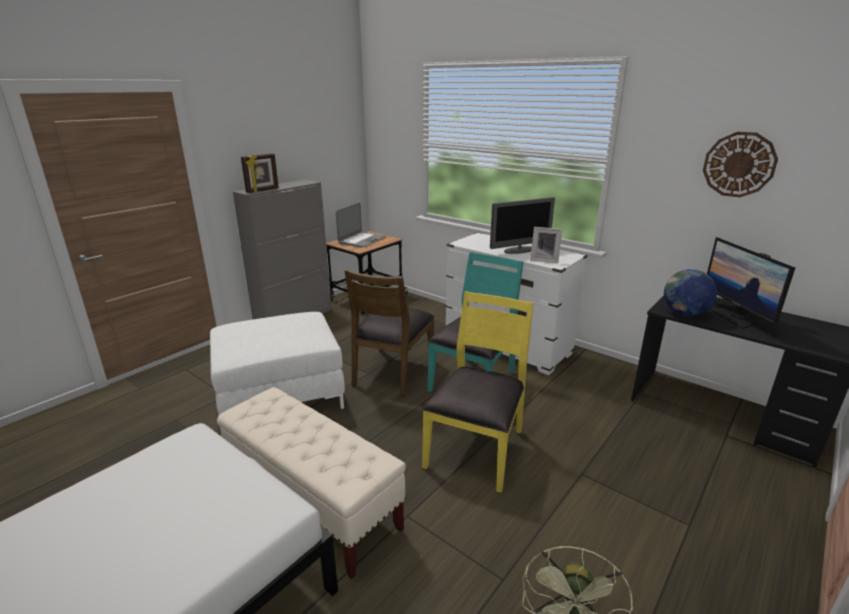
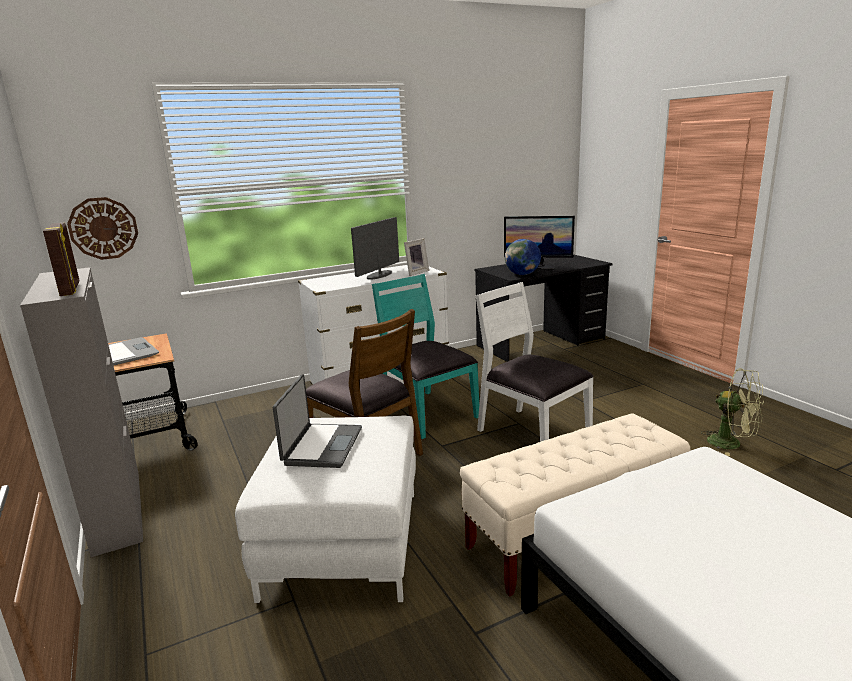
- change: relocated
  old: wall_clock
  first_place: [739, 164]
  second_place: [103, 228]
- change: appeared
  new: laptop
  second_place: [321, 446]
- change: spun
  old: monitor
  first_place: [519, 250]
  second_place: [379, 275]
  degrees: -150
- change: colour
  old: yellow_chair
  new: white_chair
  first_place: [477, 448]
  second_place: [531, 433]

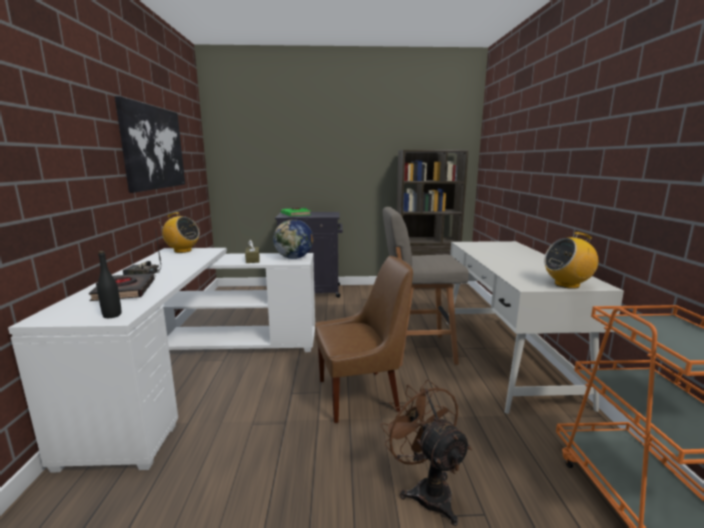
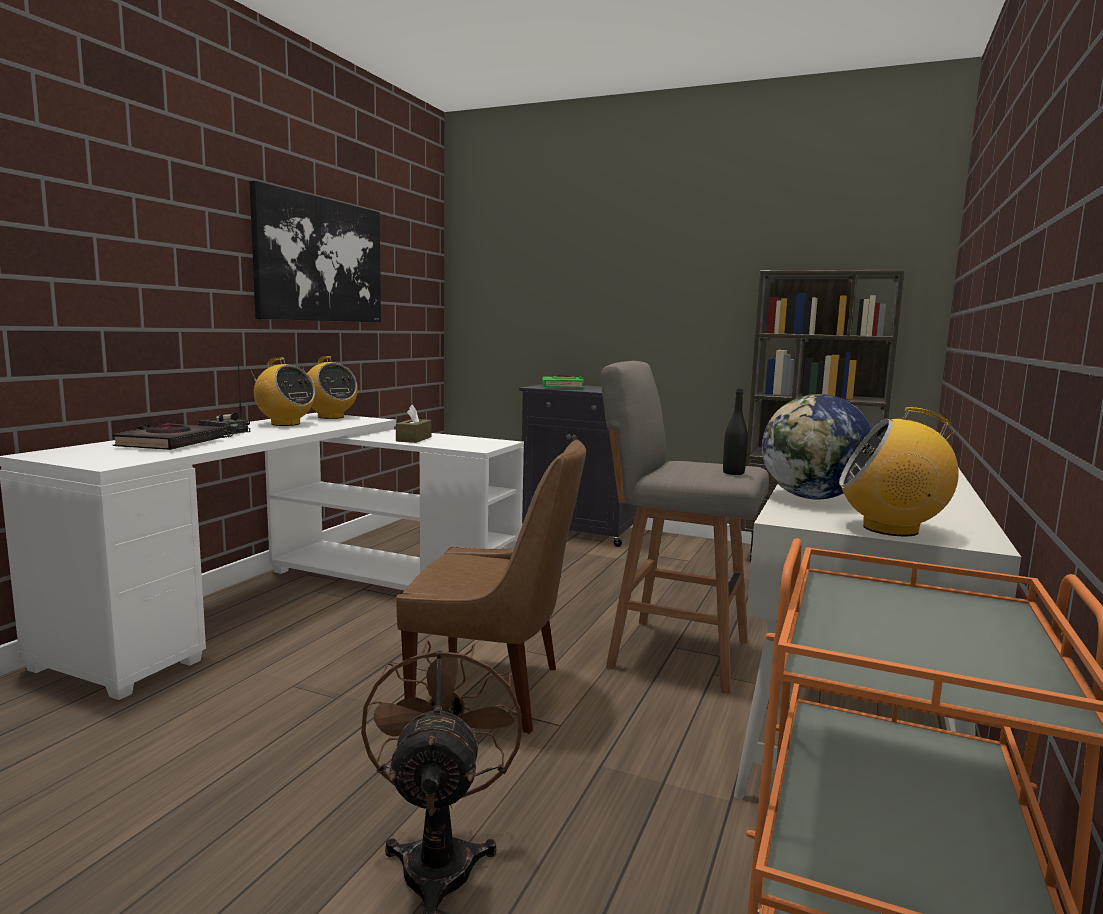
- change: appeared
  new: radio
  second_place: [285, 424]
- change: relocated
  old: black_bottle
  first_place: [112, 315]
  second_place: [733, 473]
- change: relocated
  old: globe
  first_place: [294, 258]
  second_place: [812, 498]

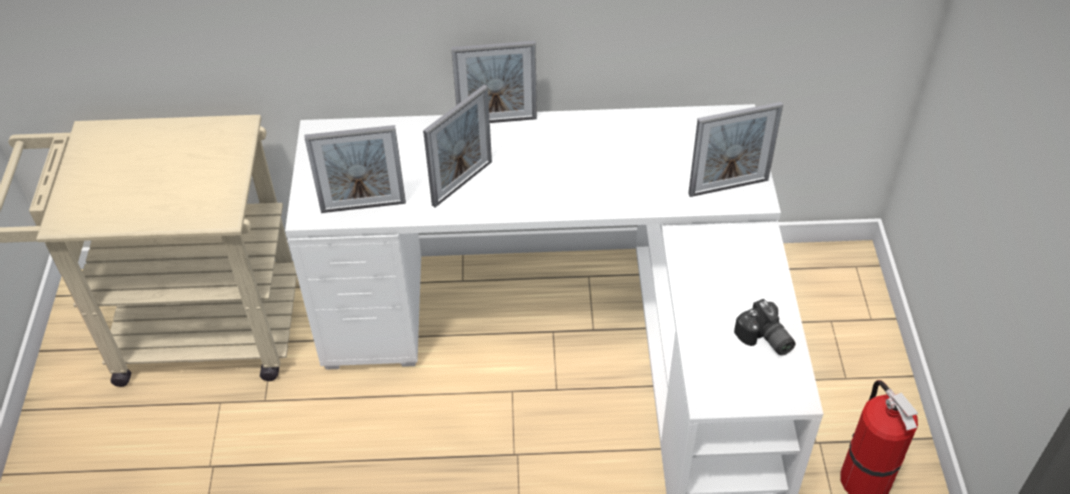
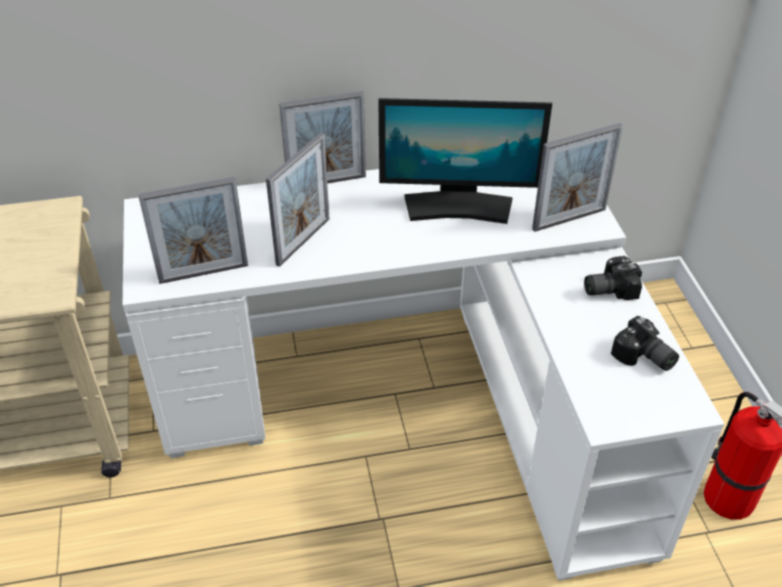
- change: appeared
  new: monitor
  second_place: [458, 207]
- change: appeared
  new: photo_camera
  second_place: [608, 288]

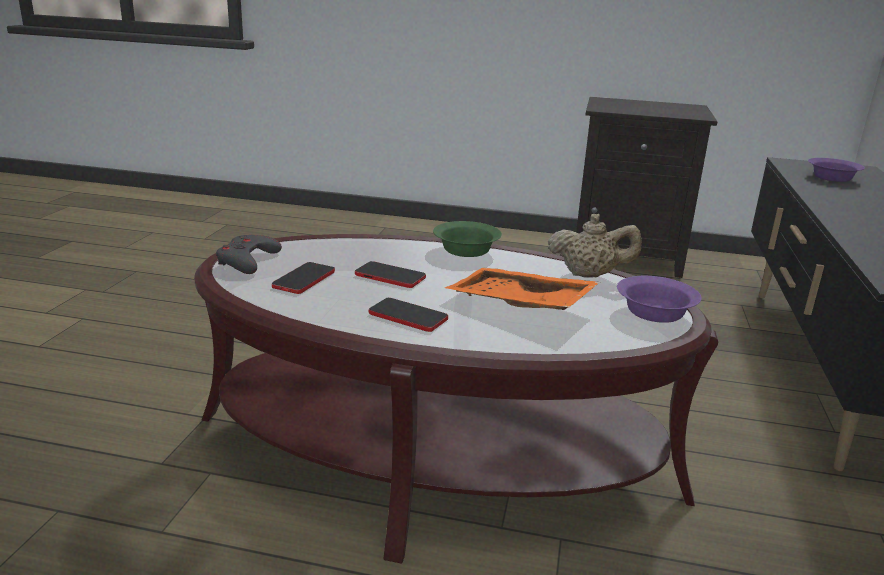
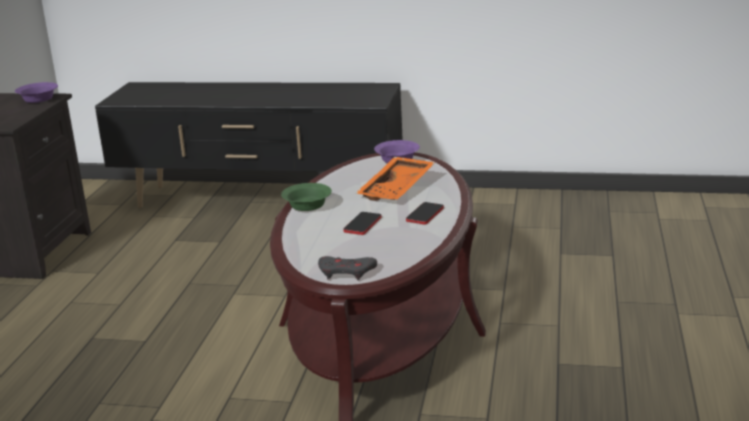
- change: relocated
  old: purple_bowl
  first_place: [830, 178]
  second_place: [38, 100]
- change: missing
  old: phone
  first_place: [304, 279]
- change: missing
  old: beige_teapot
  first_place: [590, 275]

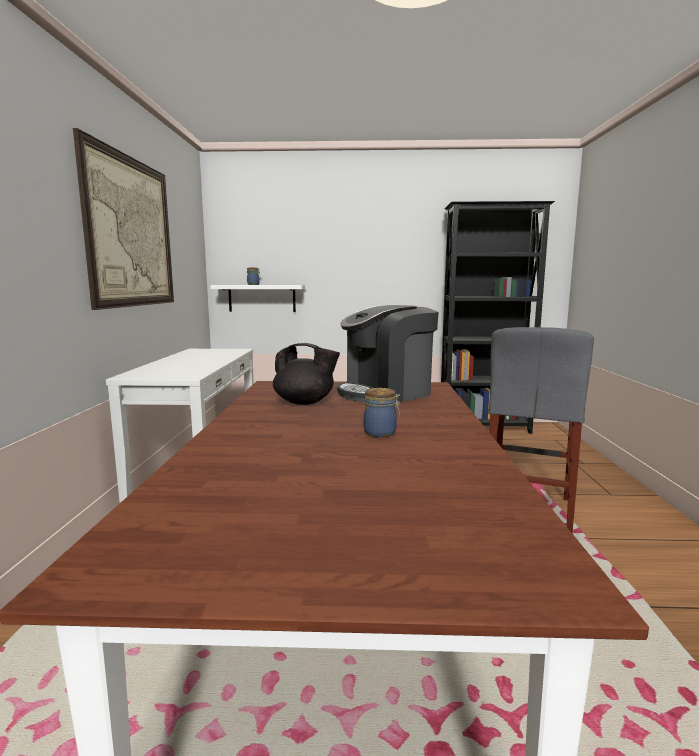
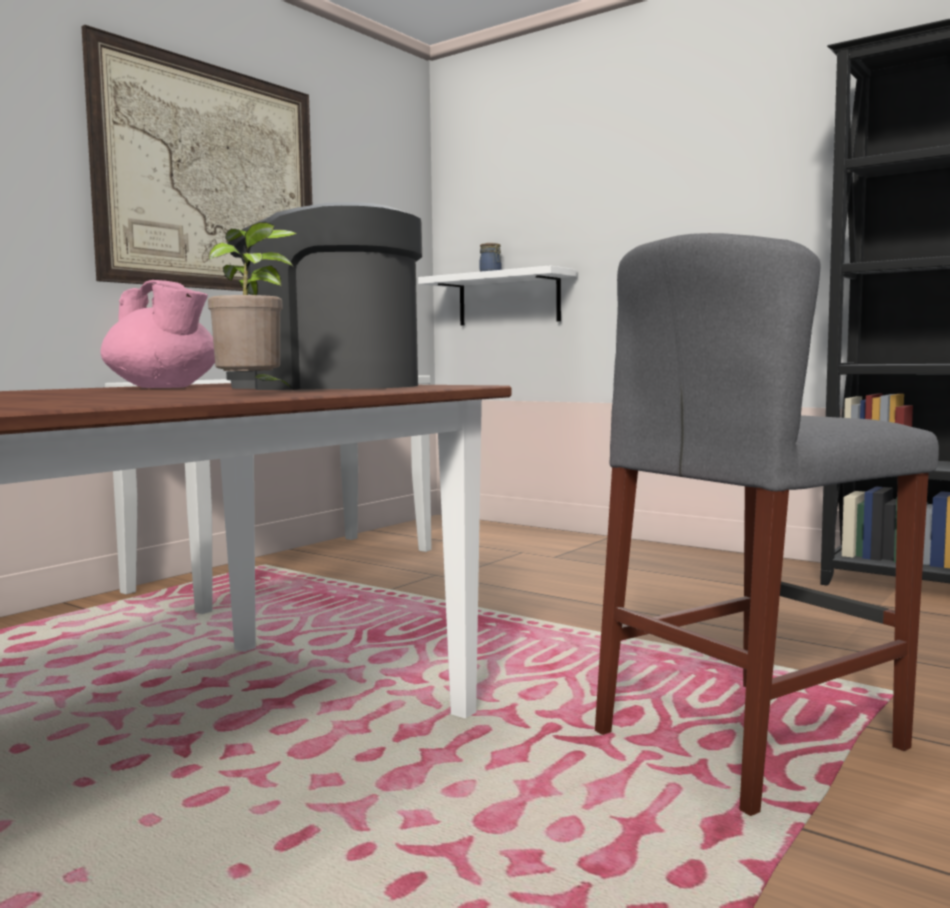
- change: colour
  old: black_teapot
  new: pink_teapot
  first_place: [305, 402]
  second_place: [163, 388]
- change: appeared
  new: potted_plant
  second_place: [254, 394]
- change: missing
  old: jar
  first_place: [381, 433]

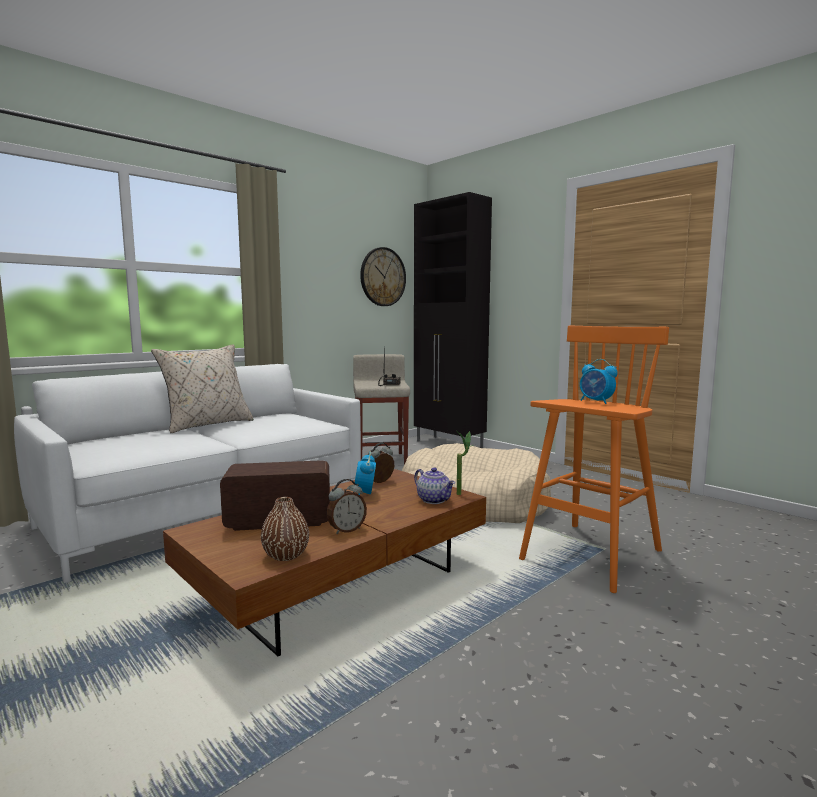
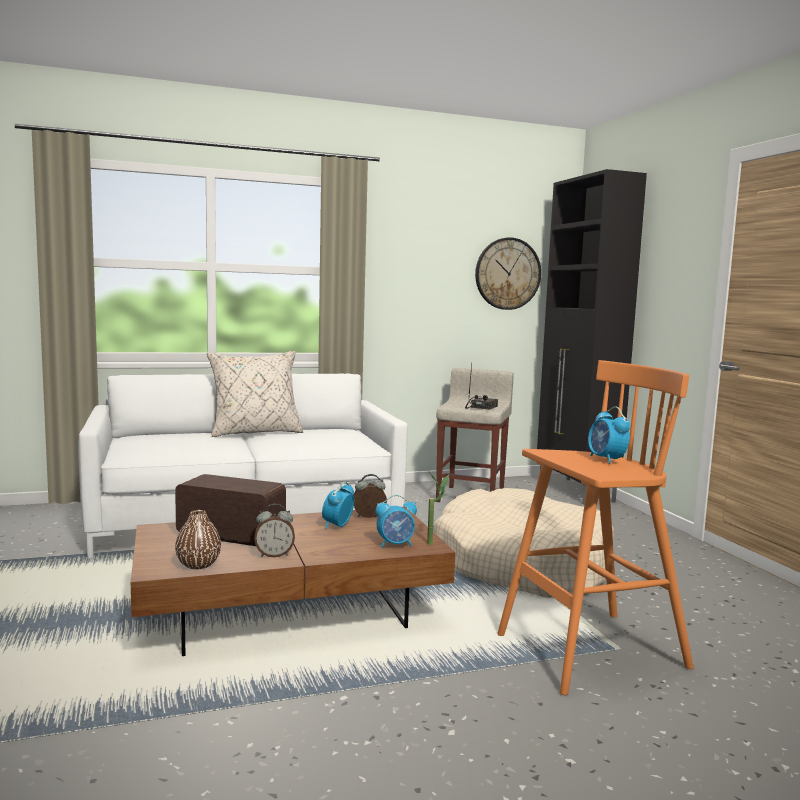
- change: exchanged
  old: teapot
  new: alarm_clock
  first_place: [434, 500]
  second_place: [395, 545]

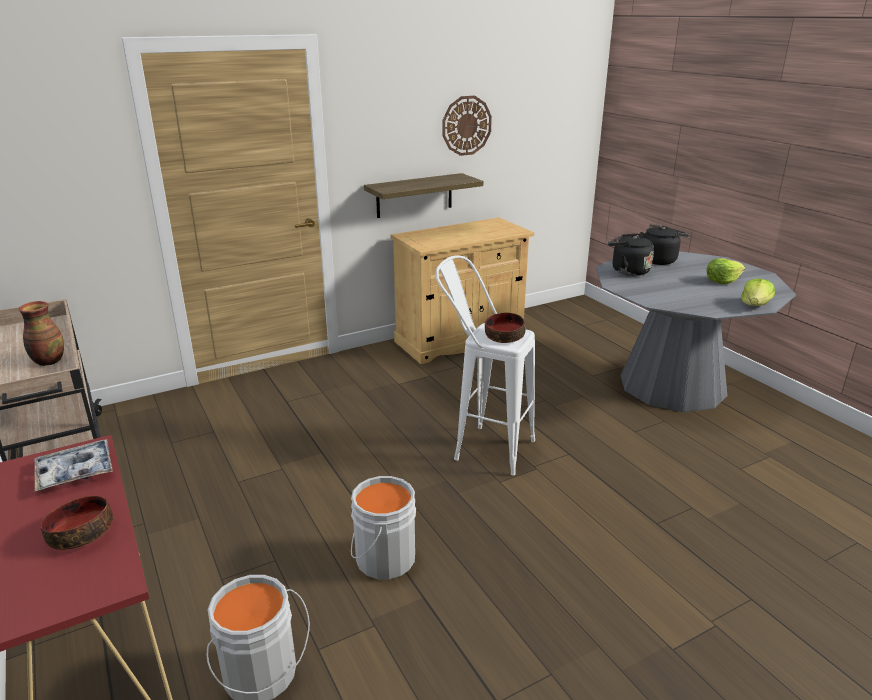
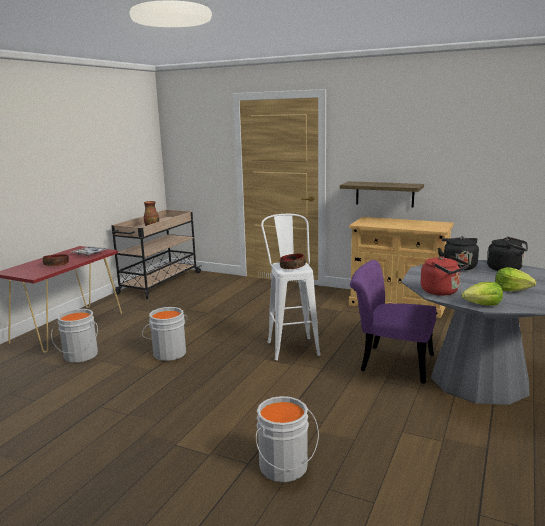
- change: appeared
  new: grey_bucket
  second_place: [285, 468]
- change: appeared
  new: purple_chair
  second_place: [390, 362]
- change: appeared
  new: red_kettle
  second_place: [442, 292]
- change: missing
  old: wall_clock
  first_place: [466, 125]

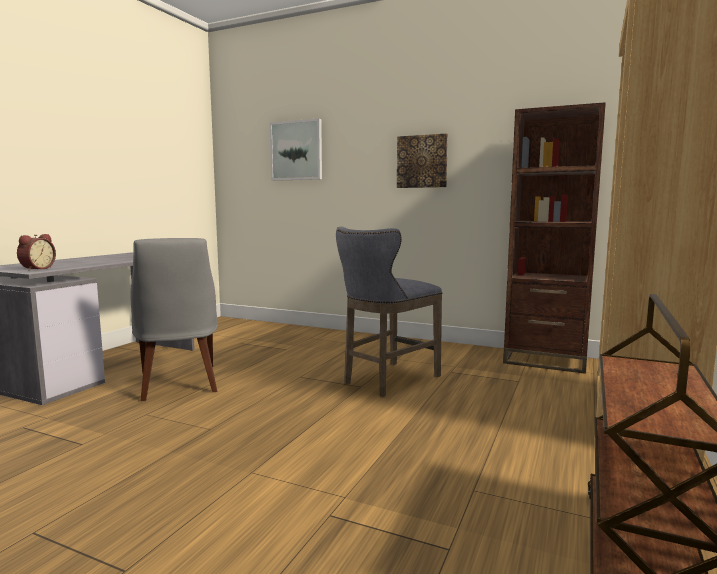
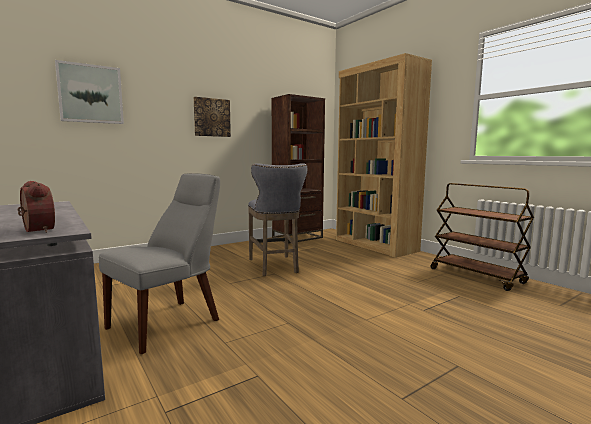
- change: spun
  old: grey_chair
  first_place: [178, 384]
  second_place: [169, 322]
  degrees: -60

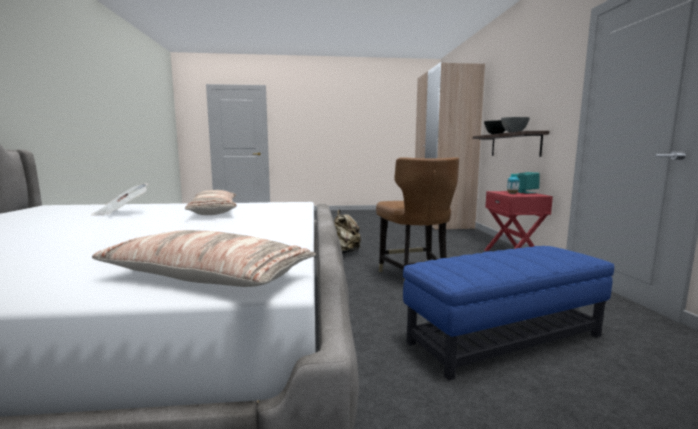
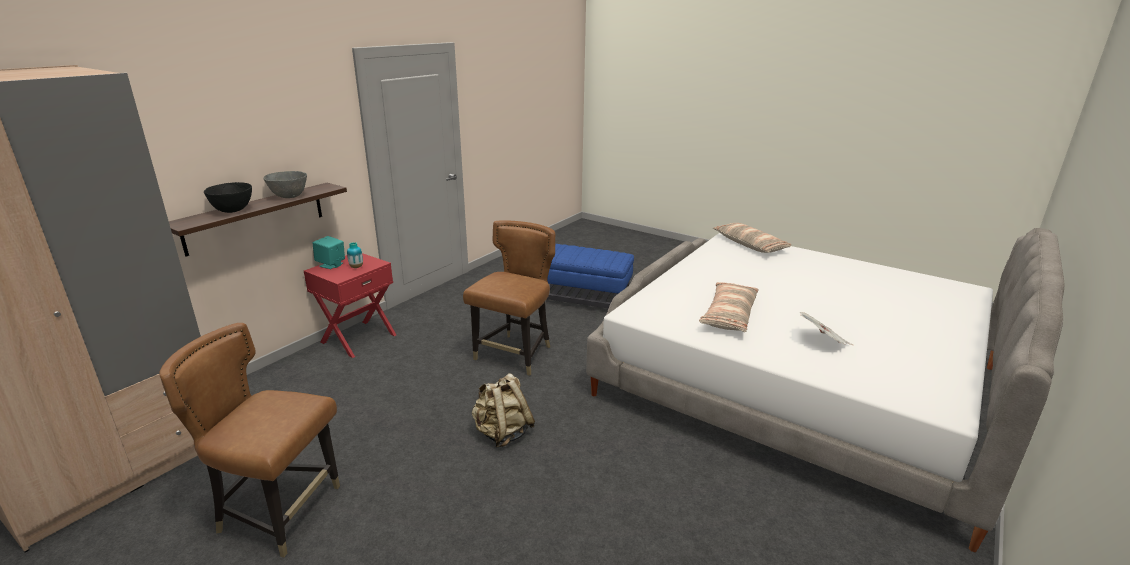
- change: appeared
  new: brown_chair
  second_place: [279, 512]

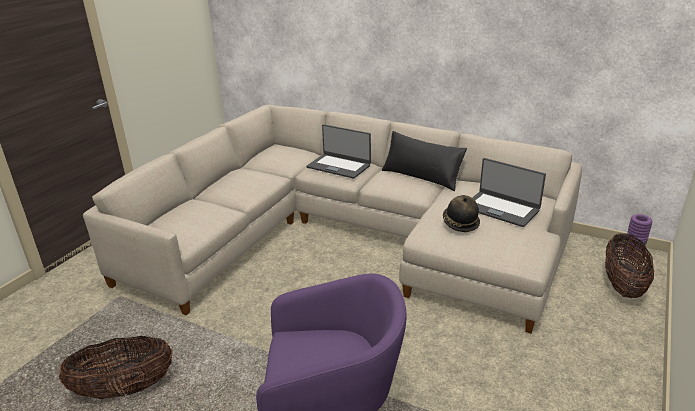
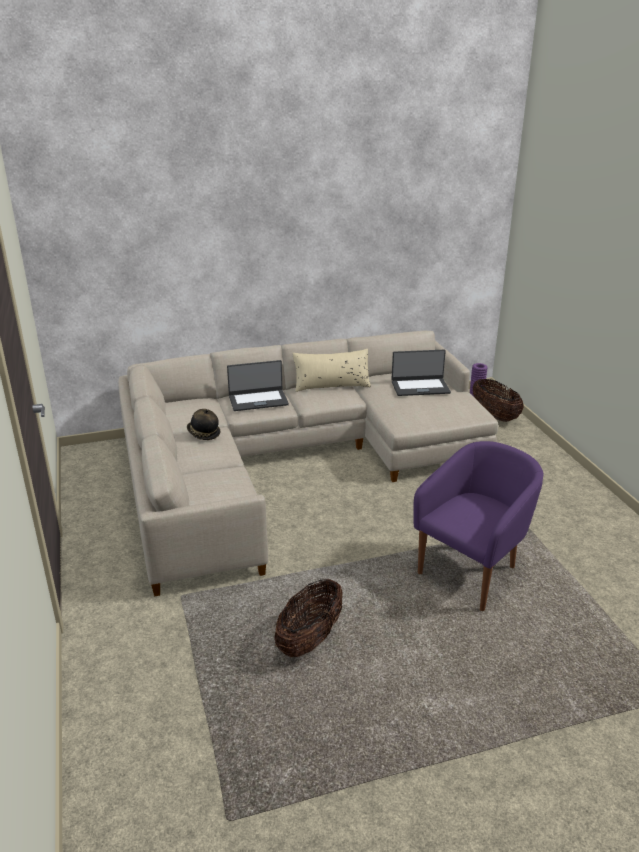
- change: relocated
  old: hat
  first_place: [460, 223]
  second_place: [203, 434]
- change: colour
  old: black_pillow
  new: beige_pillow
  first_place: [421, 176]
  second_place: [331, 385]

